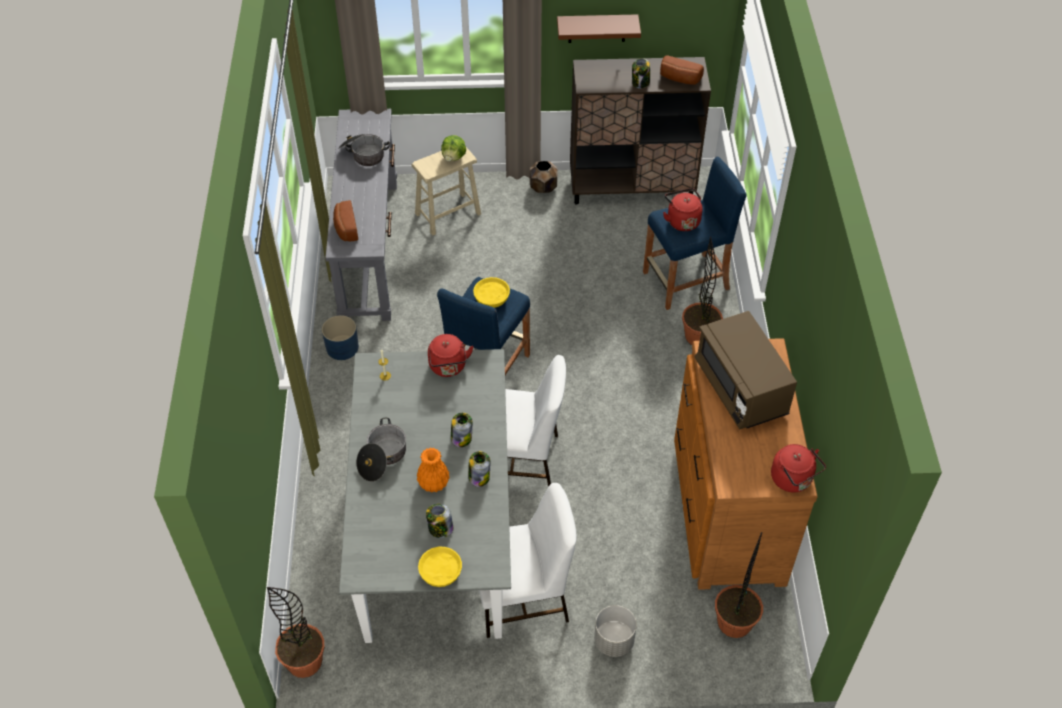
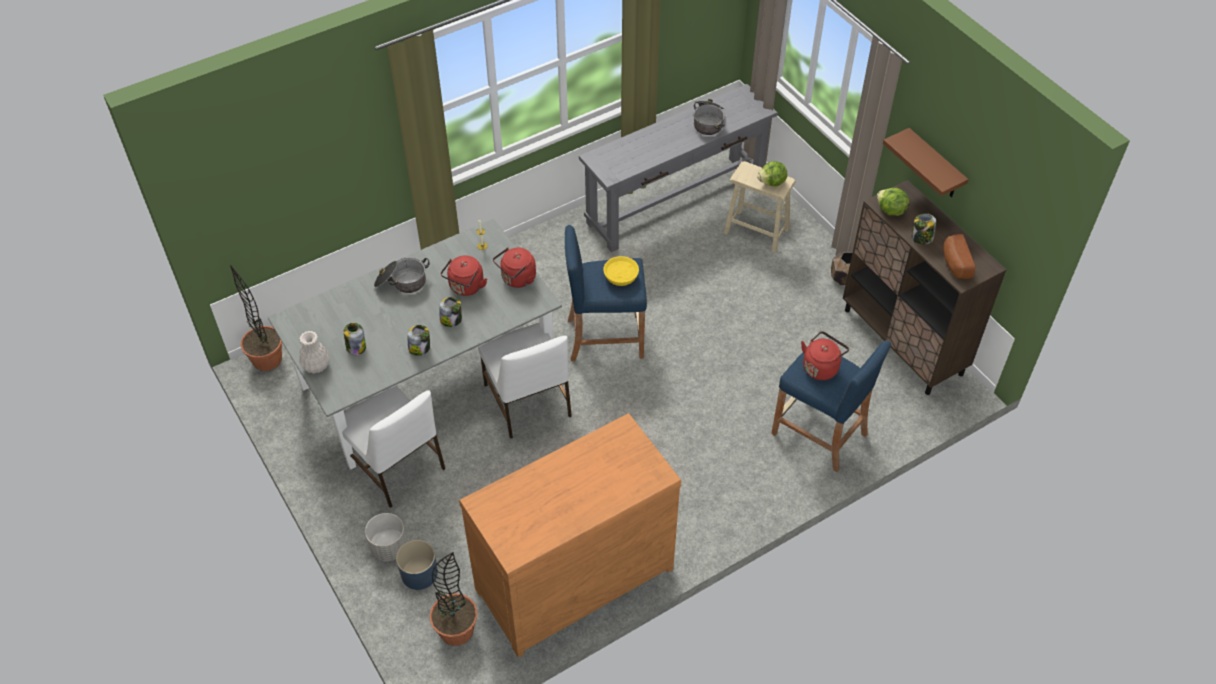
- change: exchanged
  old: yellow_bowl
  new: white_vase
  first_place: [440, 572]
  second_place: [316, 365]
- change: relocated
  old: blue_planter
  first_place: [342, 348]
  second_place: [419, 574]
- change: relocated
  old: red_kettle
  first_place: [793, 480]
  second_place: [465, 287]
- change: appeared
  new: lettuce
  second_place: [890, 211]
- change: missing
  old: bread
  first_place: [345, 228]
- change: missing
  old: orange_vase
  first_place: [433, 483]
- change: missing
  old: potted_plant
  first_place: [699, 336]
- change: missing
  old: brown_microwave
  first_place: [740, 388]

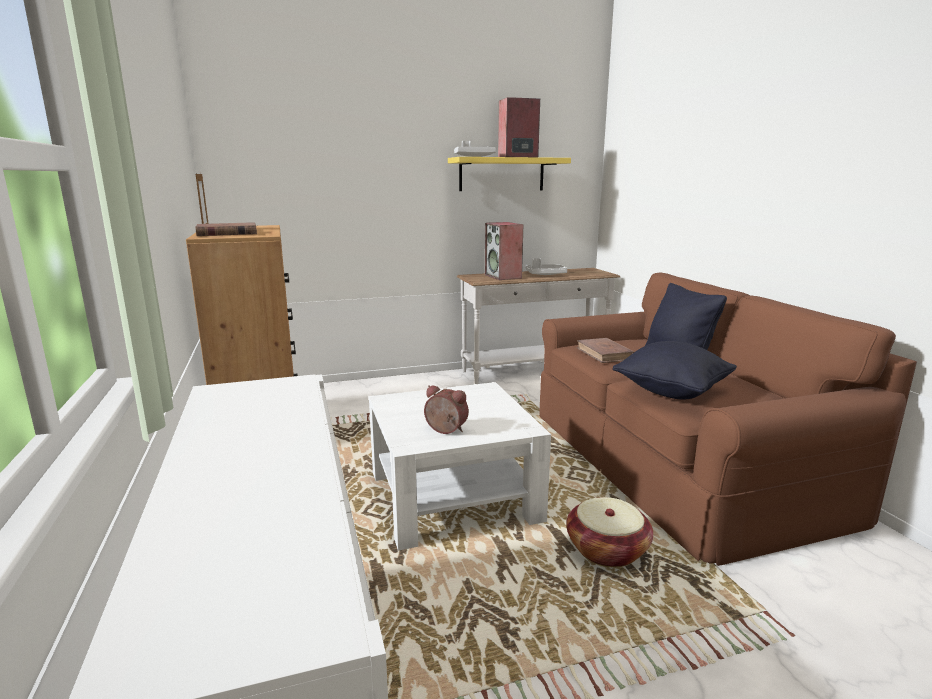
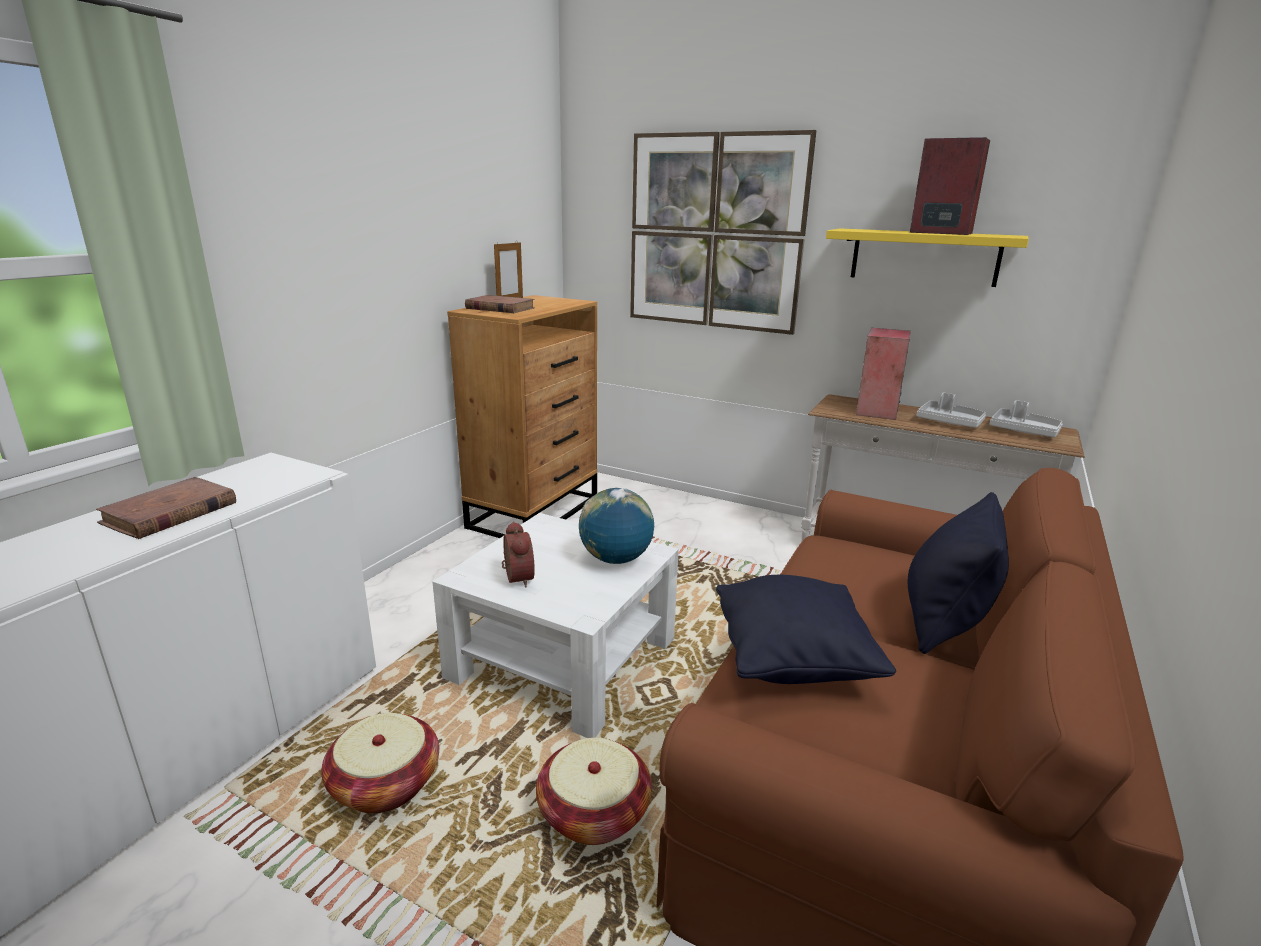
- change: relocated
  old: brown_book
  first_place: [604, 353]
  second_place: [170, 513]
- change: appeared
  new: basket
  second_place: [385, 784]
- change: appeared
  new: globe
  second_place: [616, 559]
- change: appeared
  new: picture
  second_place: [715, 233]
- change: relocated
  old: grey_tray
  first_place: [474, 157]
  second_place: [1023, 431]

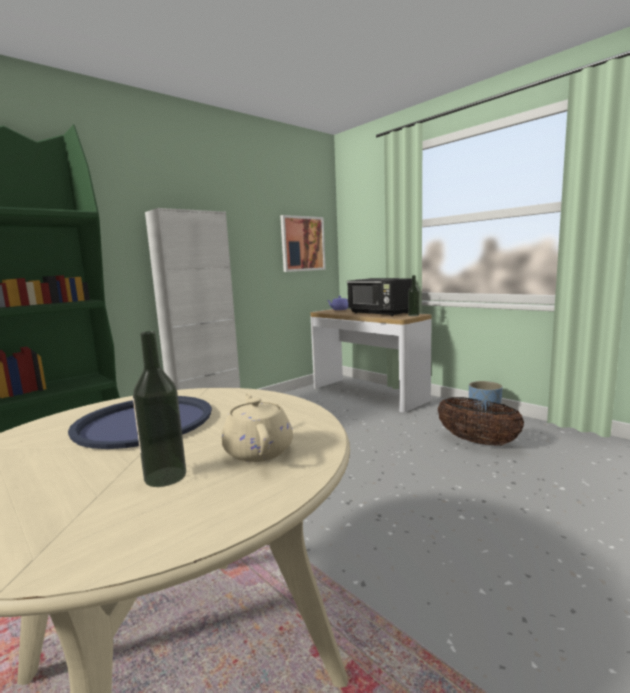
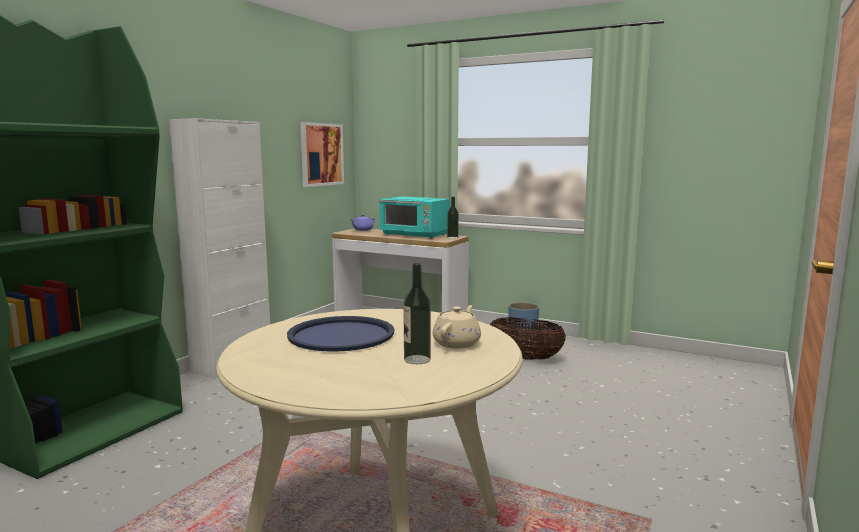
- change: colour
  old: black_microwave
  new: turquoise_microwave
  first_place: [380, 313]
  second_place: [415, 235]
- change: spun
  old: beige_teapot
  first_place: [258, 450]
  second_place: [457, 343]
  degrees: 60

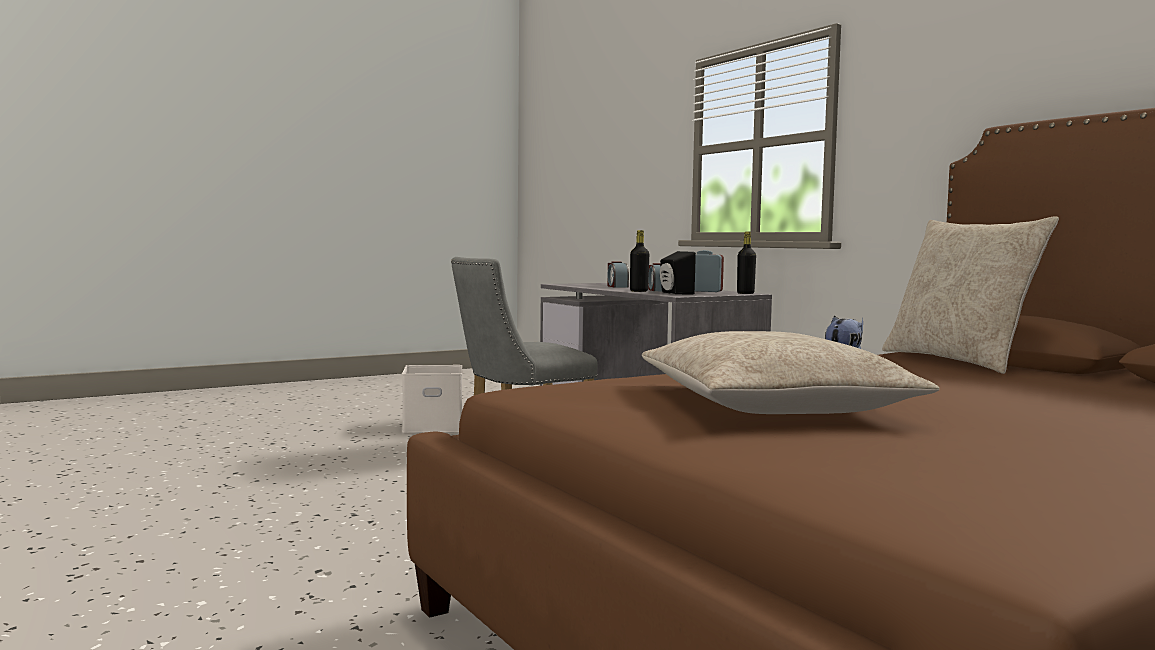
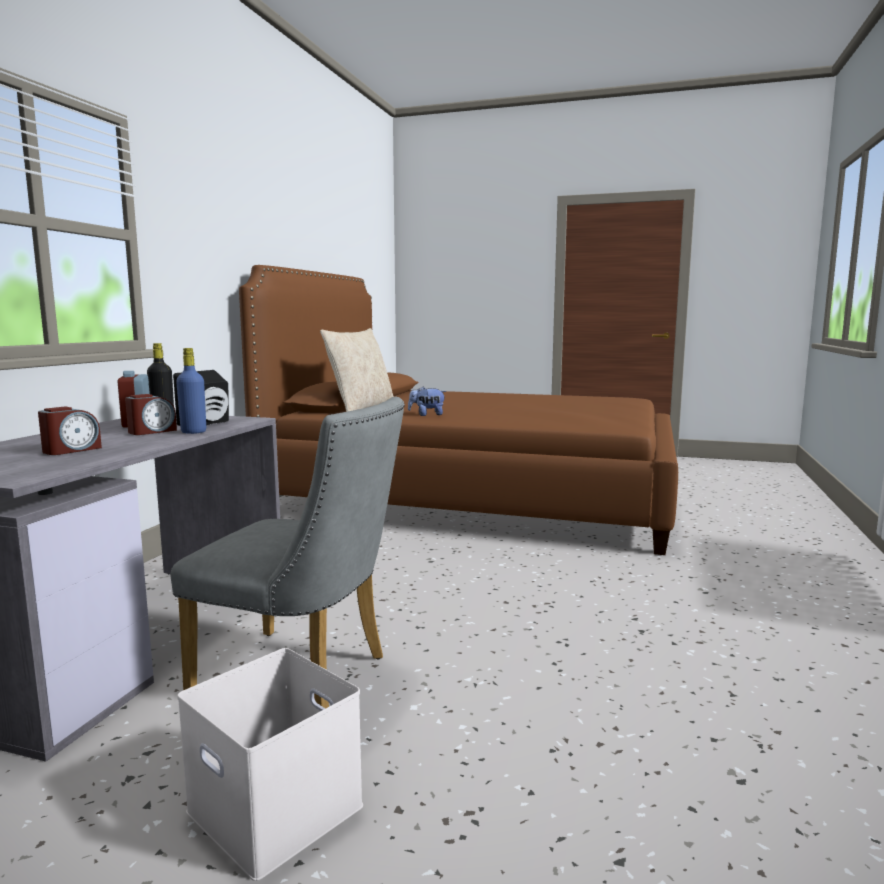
- change: colour
  old: black_bottle
  new: blue_bottle
  first_place: [639, 291]
  second_place: [193, 432]
- change: missing
  old: beige_pillow
  first_place: [773, 405]

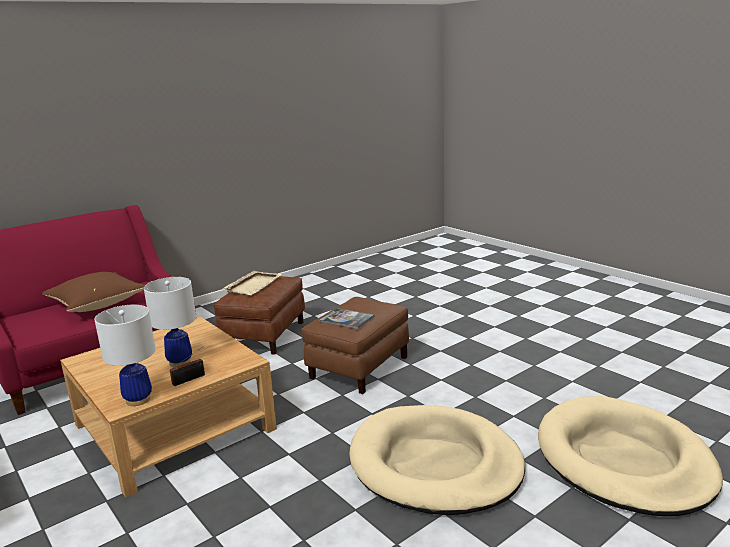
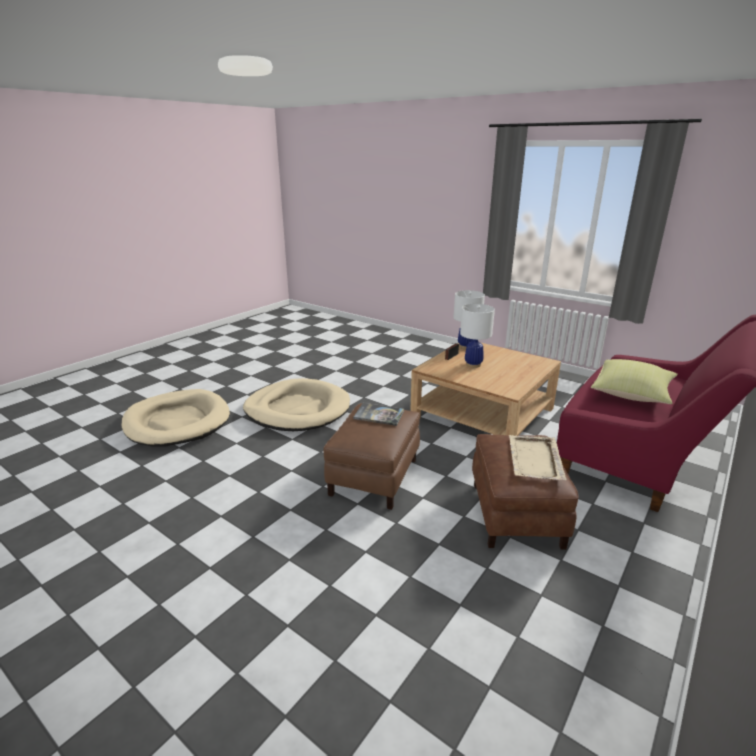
- change: colour
  old: brown_pillow
  new: yellow_pillow
  first_place: [98, 305]
  second_place: [631, 395]

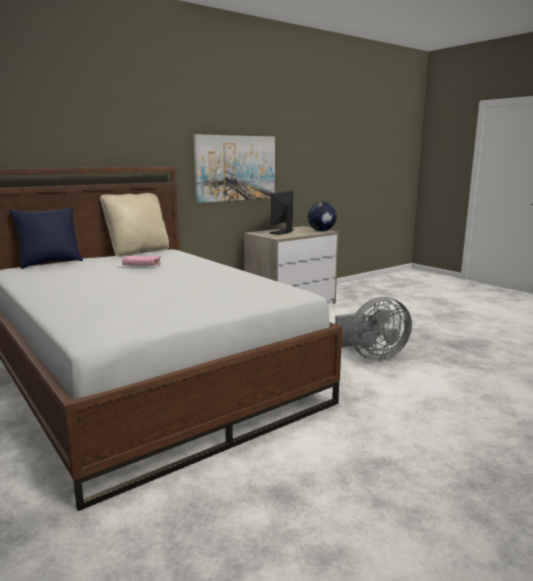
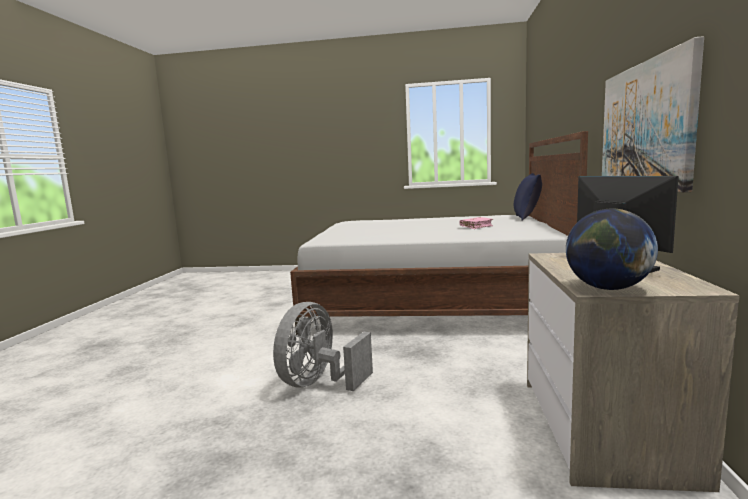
- change: missing
  old: beige_pillow
  first_place: [138, 251]

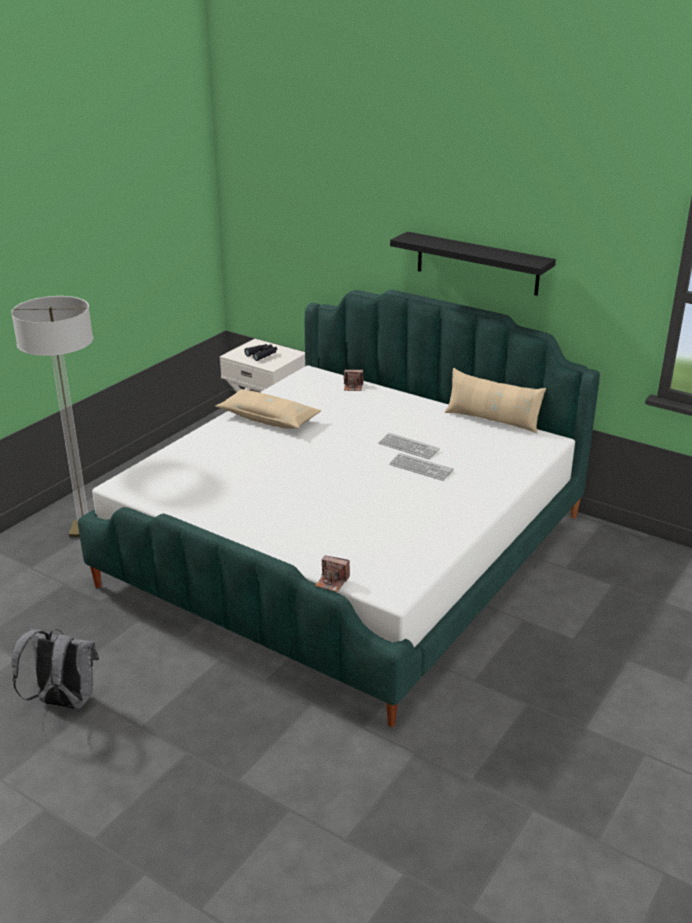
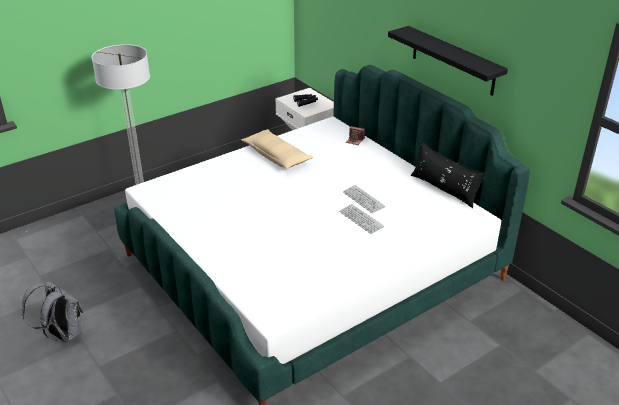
- change: colour
  old: beige_pillow
  new: black_pillow
  first_place: [492, 420]
  second_place: [444, 189]
- change: missing
  old: photo_camera
  first_place: [332, 582]

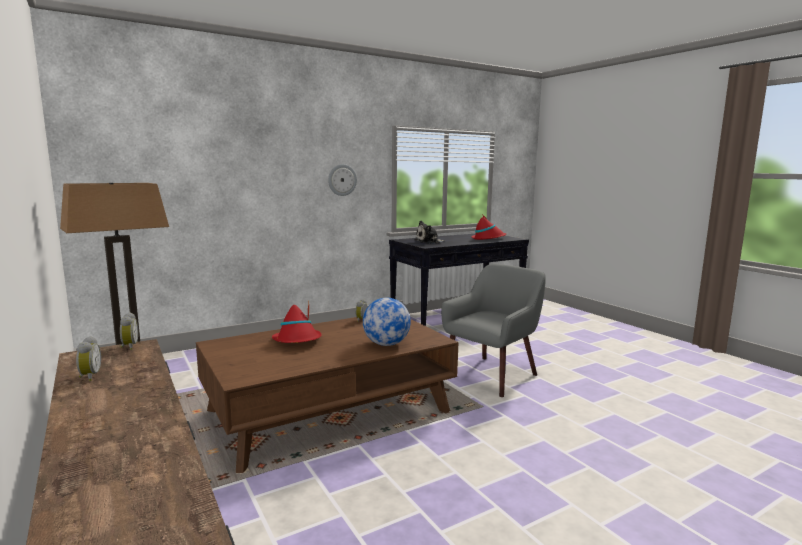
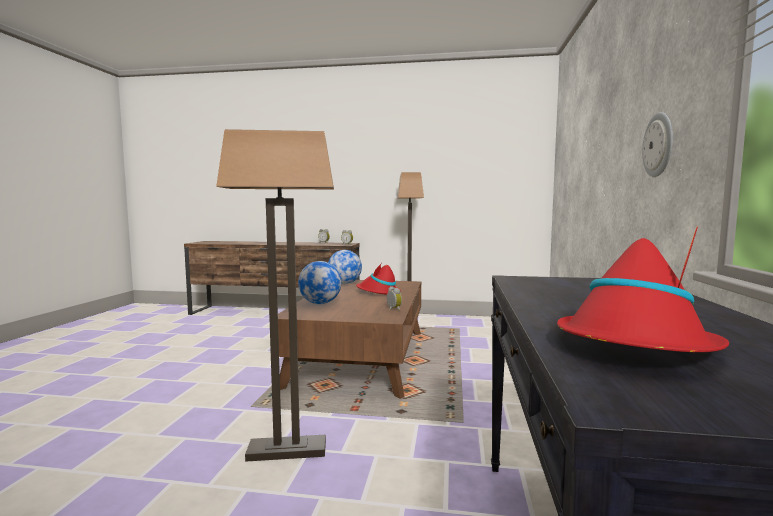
- change: exchanged
  old: grey_armchair
  new: floor_lamp
  first_place: [491, 375]
  second_place: [286, 451]
- change: appeared
  new: globe
  second_place: [344, 283]
- change: missing
  old: plush_toy
  first_place: [429, 242]

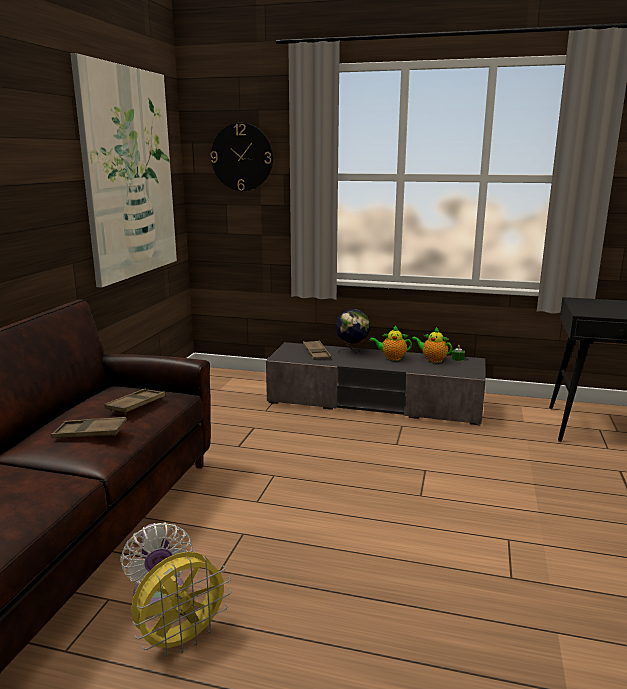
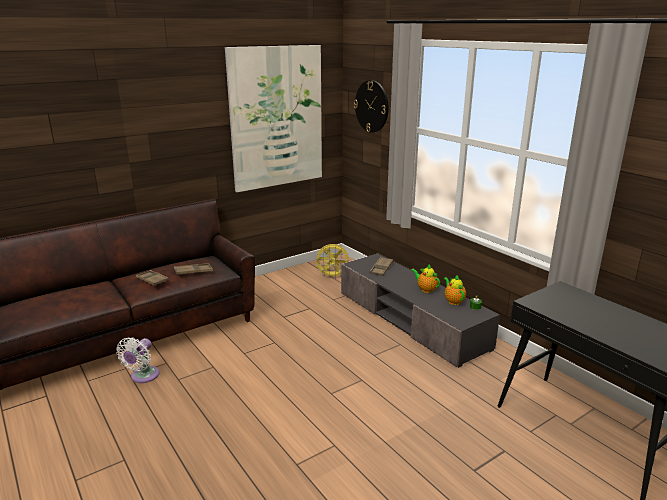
- change: relocated
  old: yellow_fan
  first_place: [182, 640]
  second_place: [332, 276]
- change: missing
  old: globe
  first_place: [352, 351]

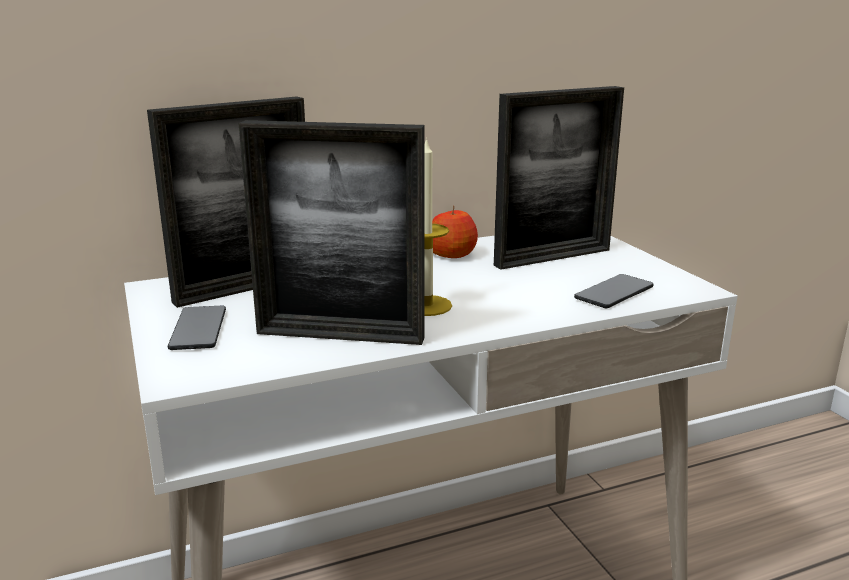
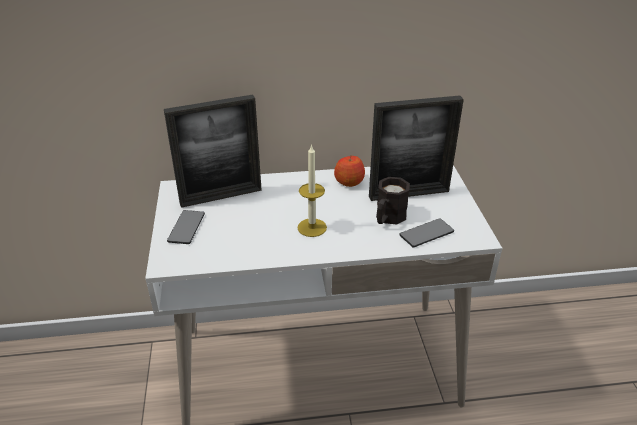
- change: appeared
  new: black_mug
  second_place: [388, 218]
- change: missing
  old: picture_frame
  first_place: [340, 335]

